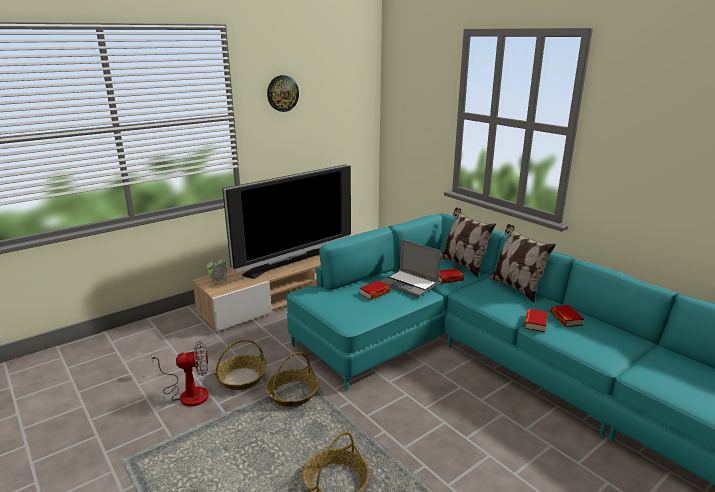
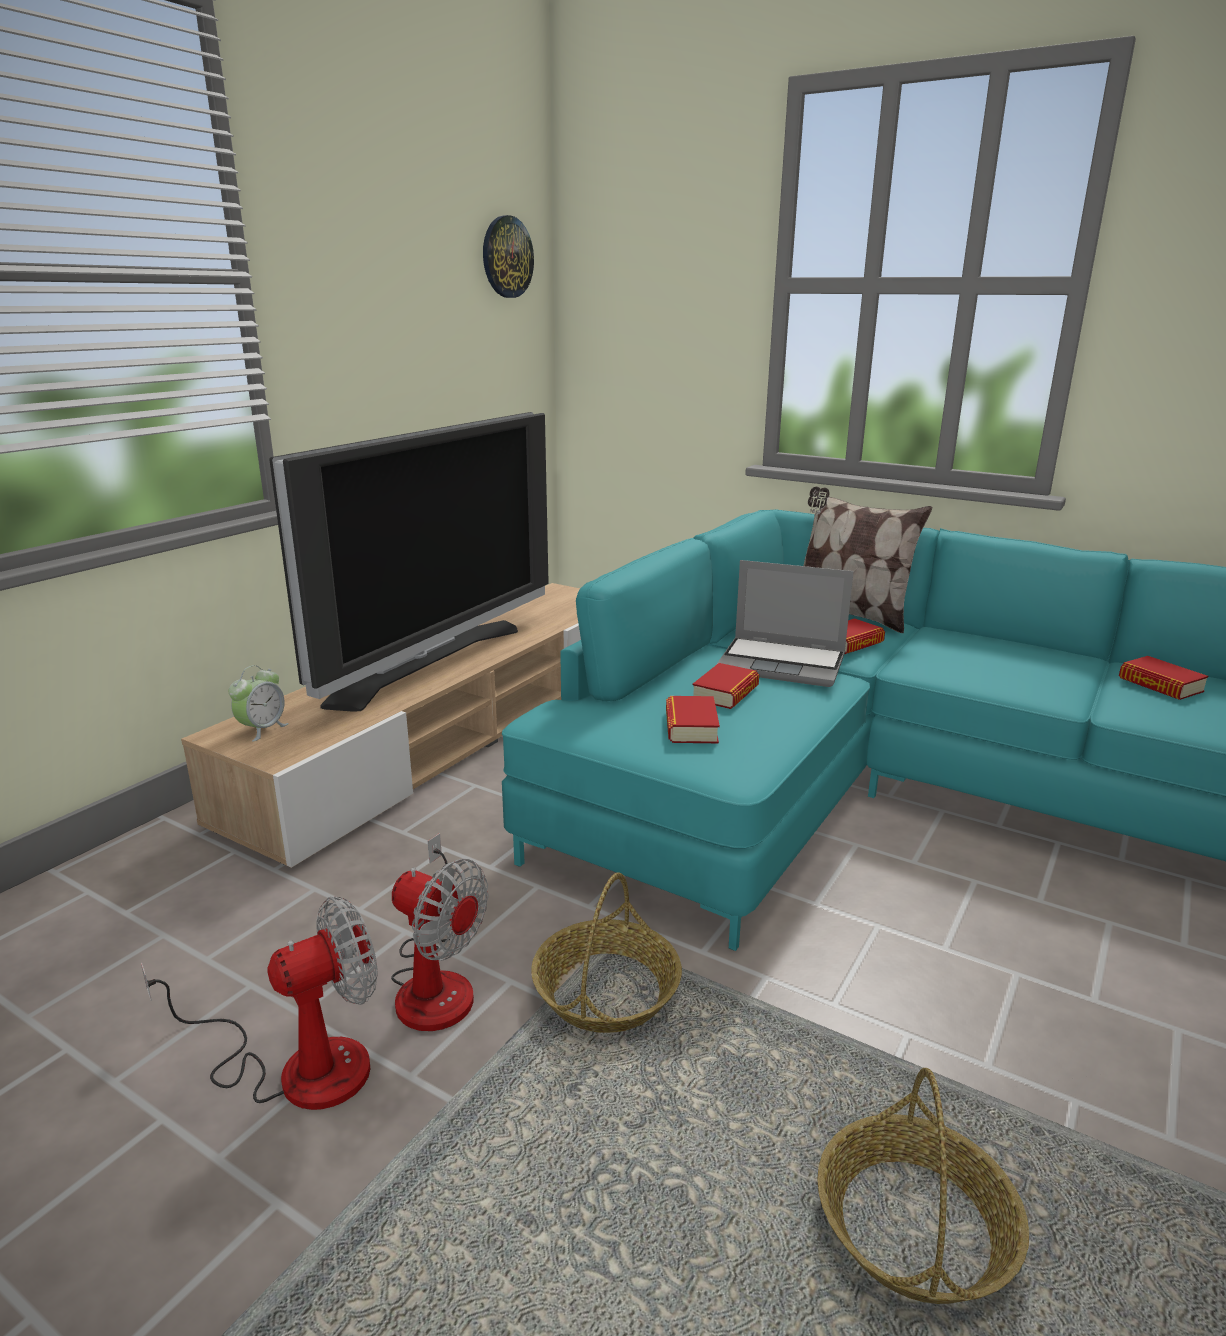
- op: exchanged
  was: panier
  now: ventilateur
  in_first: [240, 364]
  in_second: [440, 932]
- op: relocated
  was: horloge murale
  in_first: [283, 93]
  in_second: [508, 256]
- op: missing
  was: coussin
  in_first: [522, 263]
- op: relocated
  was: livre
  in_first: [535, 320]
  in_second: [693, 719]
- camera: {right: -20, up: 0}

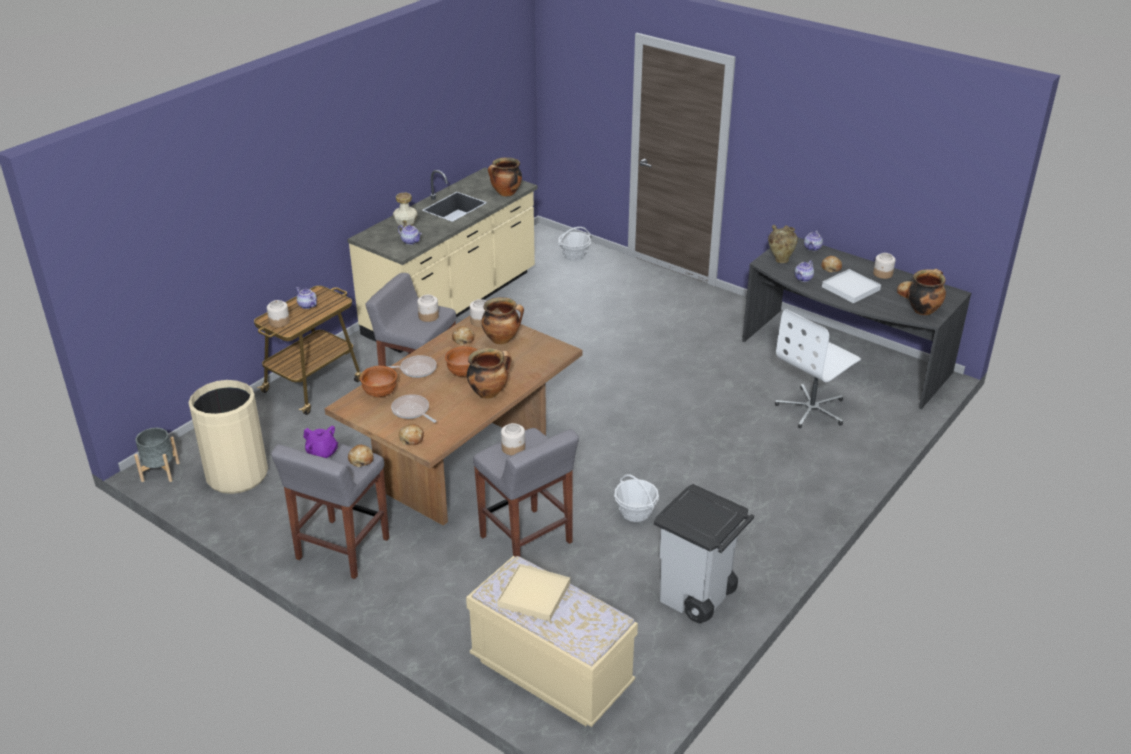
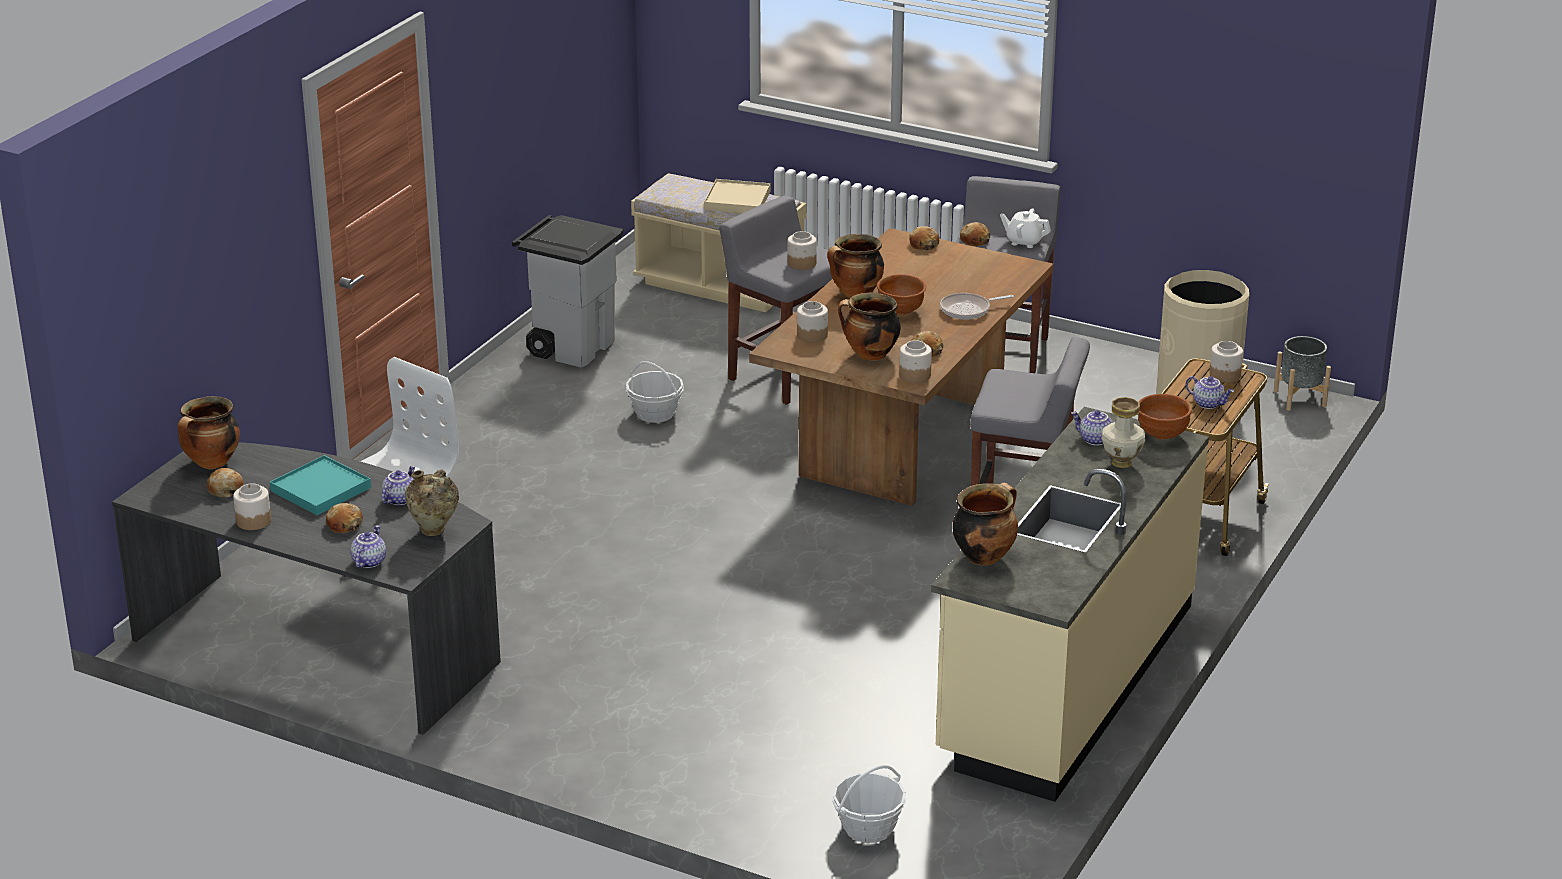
- op: colour
  was: théière/violet
  now: théière/blanc
  in_first: [321, 442]
  in_second: [1025, 228]
- op: relocated
  was: bol/marron
  in_first: [378, 381]
  in_second: [1165, 417]
- op: missing
  was: poêle
  in_first: [413, 408]
- op: relocated
  was: bocal
  in_first: [428, 308]
  in_second: [812, 321]
- op: colour
  was: plateau/blanc
  now: plateau/turquoise
  in_first: [851, 286]
  in_second: [320, 485]
- camera: {right: 170, up: -5}

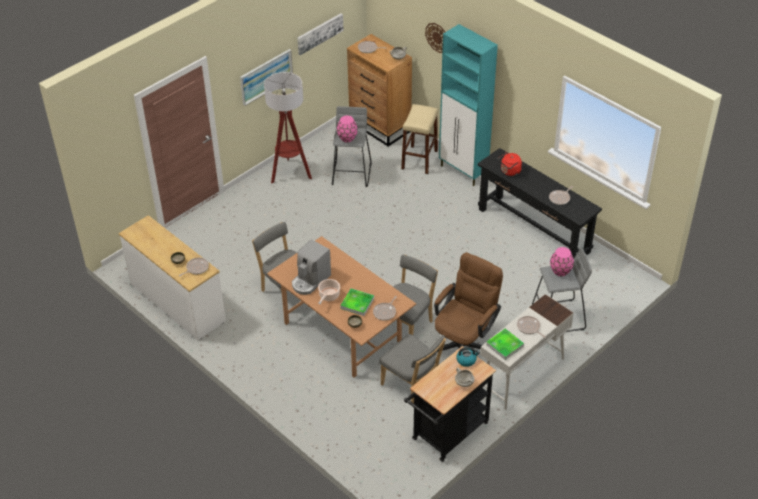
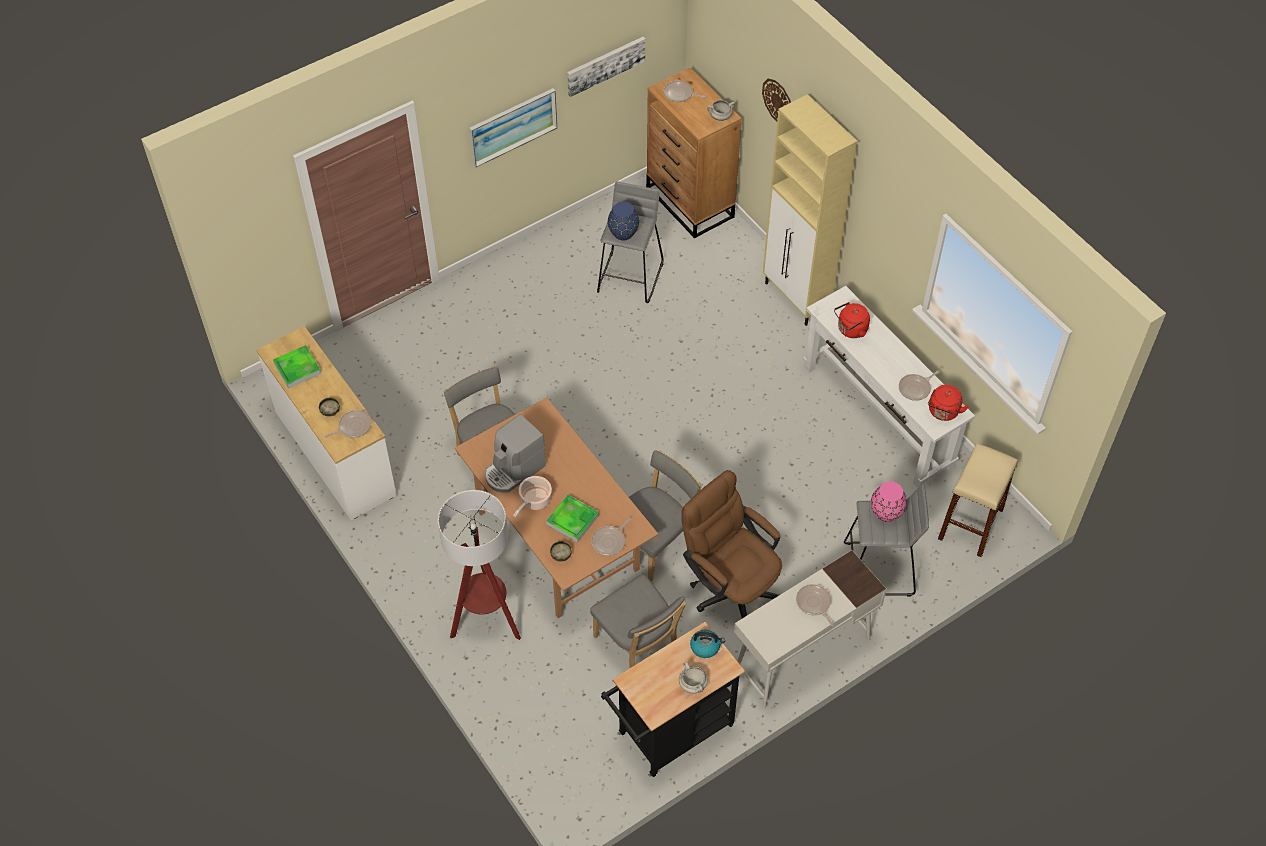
- op: relocated
  was: lampadaire
  in_first: [288, 127]
  in_second: [479, 565]
- op: colour
  was: vase/rose
  now: vase/bleu
  in_first: [347, 129]
  in_second: [623, 220]
- op: relocated
  was: tabouret/beige
  in_first: [419, 139]
  in_second: [978, 500]
- op: spun
  was: chaise de bureau/marron
  in_first: [468, 303]
  in_second: [731, 544]
  clockwise: -90
- op: colour
  was: meuble de rangement/turquoise
  now: meuble de rangement/beige
  in_first: [468, 105]
  in_second: [810, 210]
- op: colour
  was: table console/noir
  now: table console/blanc
  in_first: [540, 203]
  in_second: [889, 387]
- op: relocated
  was: plateau
  in_first: [505, 344]
  in_second: [297, 367]
- op: appeared
  now: bouilloire/rouge
  in_second: [948, 403]
- camera: {right: 10, up: 10}

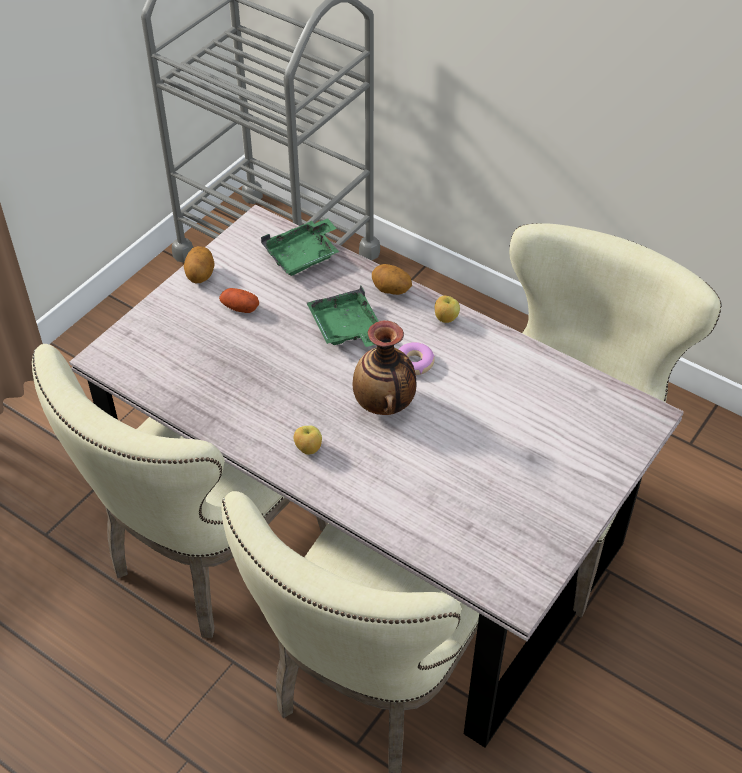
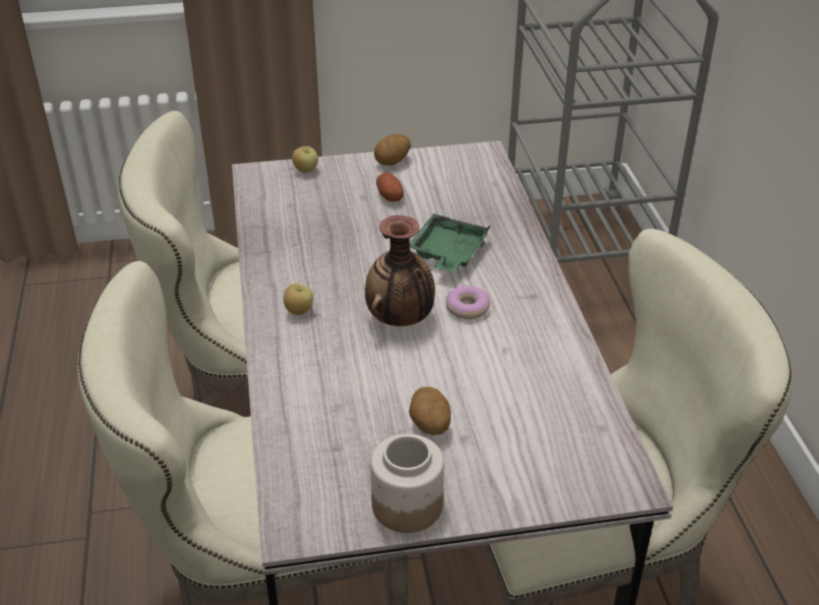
- op: missing
  was: plateau/vert
  in_first: [300, 247]
- op: relocated
  was: pomme de terre
  in_first: [392, 279]
  in_second: [430, 411]
- op: relocated
  was: pomme
  in_first: [447, 309]
  in_second: [305, 159]
- op: appeared
  now: bocal
  in_second: [407, 483]
- camera: {right: 45, up: -10}

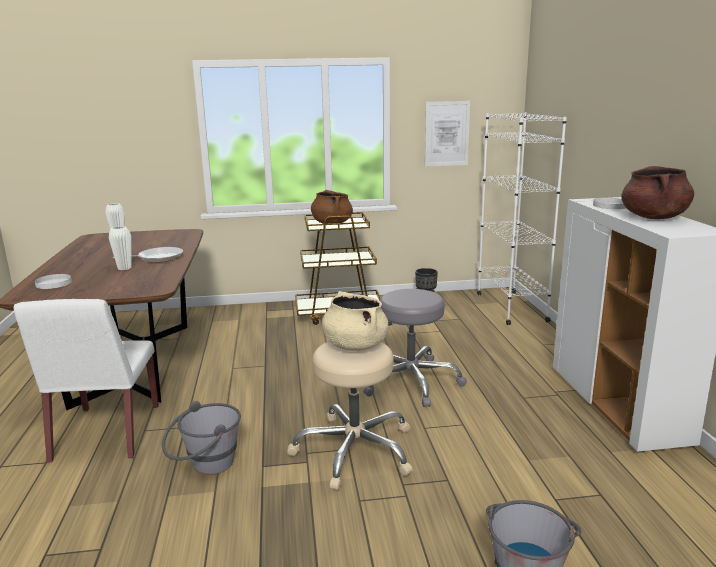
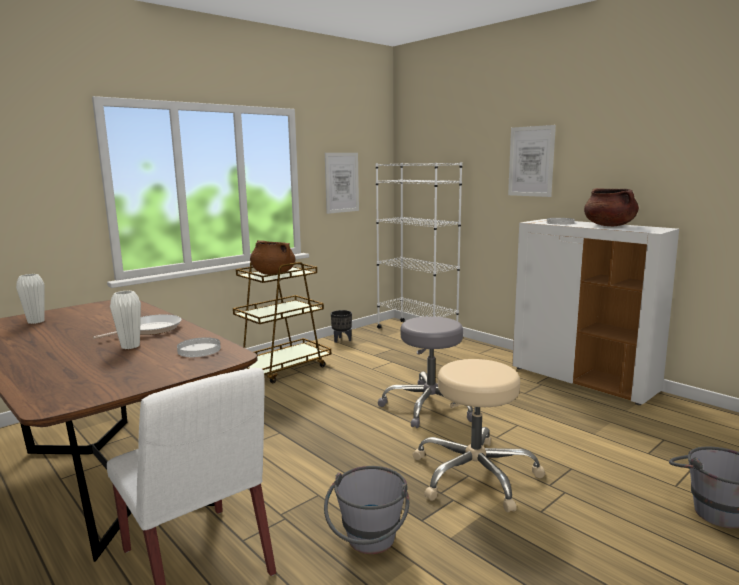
- op: relocated
  was: assiette/blanc
  in_first: [53, 281]
  in_second: [199, 347]
- op: missing
  was: marmite/beige
  in_first: [355, 321]
- op: appeared
  now: tableau
  in_second: [532, 161]
- camera: {right: -35, up: -5}

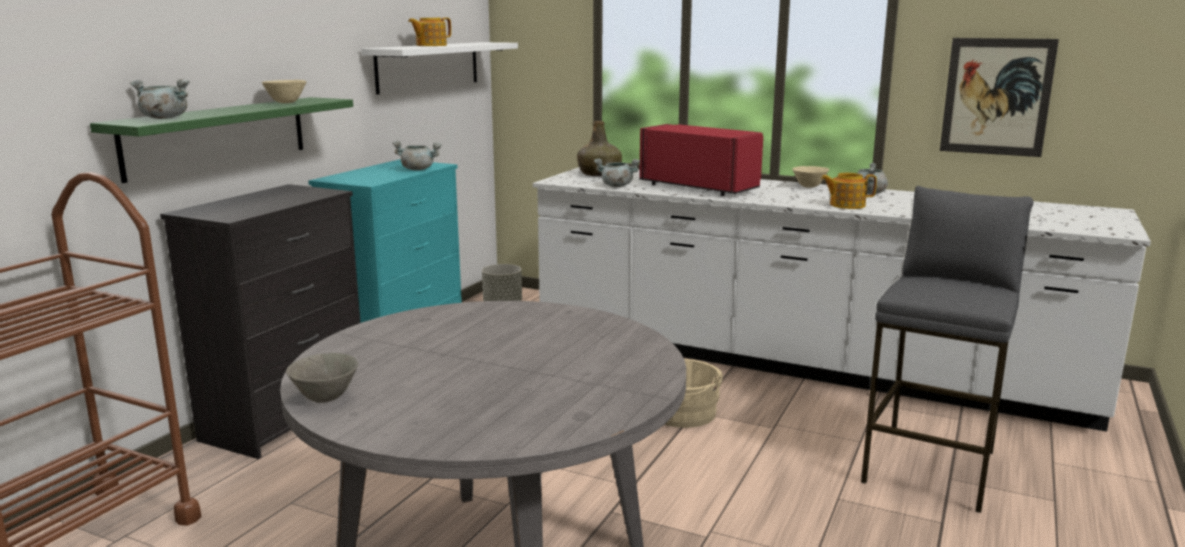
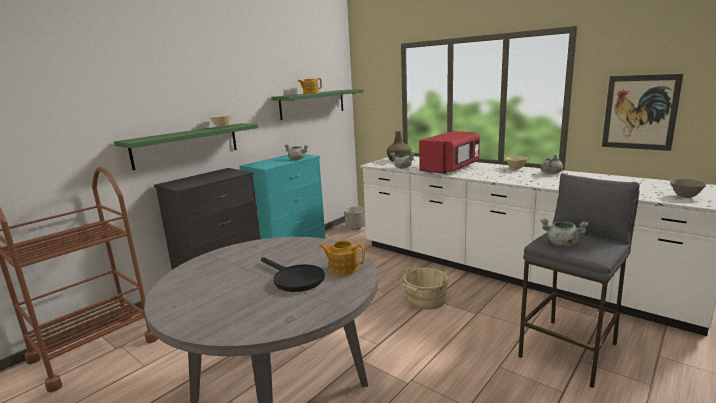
- op: relocated
  was: marmite/gris
  in_first: [160, 99]
  in_second: [564, 232]
- op: relocated
  was: bol/gris
  in_first: [322, 378]
  in_second: [688, 188]
- op: colour
  was: étagère/blanc
  now: étagère/vert
  in_first: [440, 68]
  in_second: [317, 104]
- op: spun
  was: micro-ondes/rouge
  in_first: [701, 160]
  in_second: [449, 152]
  clockwise: 75
- op: relocated
  was: théière
  in_first: [849, 191]
  in_second: [342, 258]
- op: appeared
  now: poêle/noir
  in_second: [293, 274]
- camera: {right: 15, up: 0}

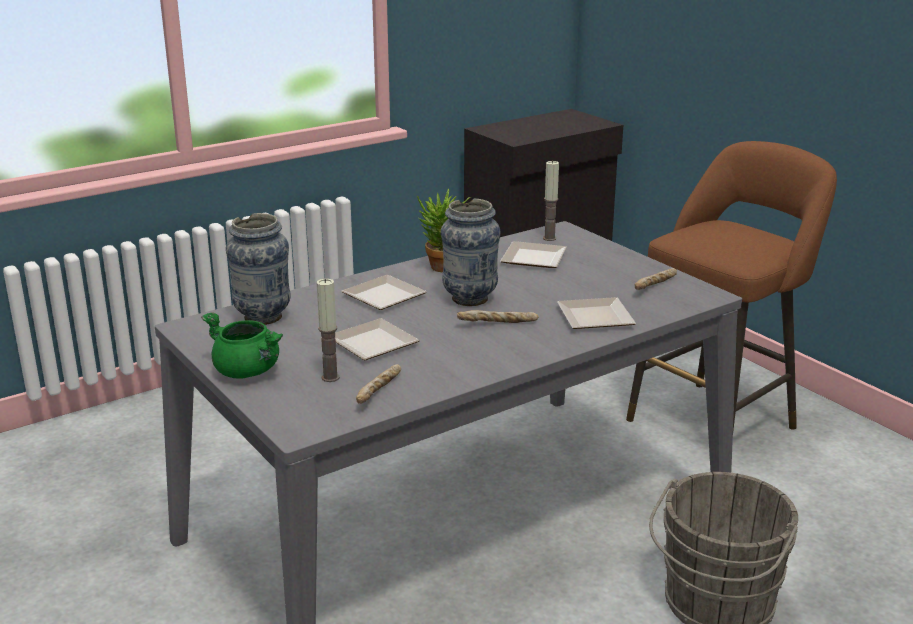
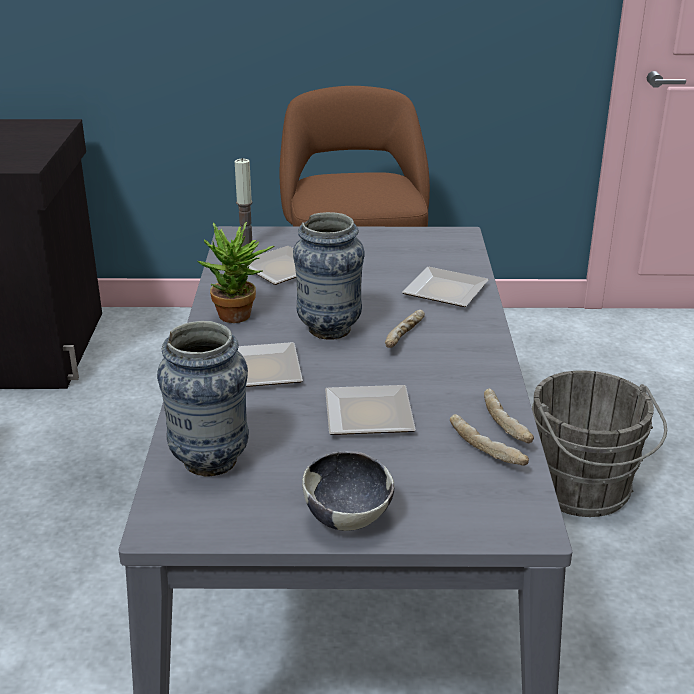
- op: exchanged
  was: marmite/vert
  now: bol
  in_first: [242, 345]
  in_second: [348, 491]
- op: missing
  was: bougie
  in_first: [328, 330]
- op: relocated
  was: pain
  in_first: [656, 279]
  in_second: [509, 416]
- camera: {right: -55, up: 5}

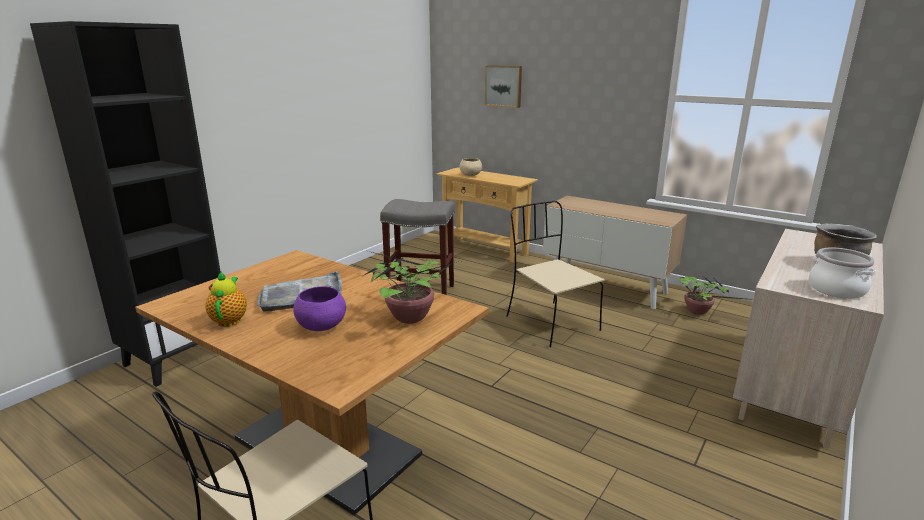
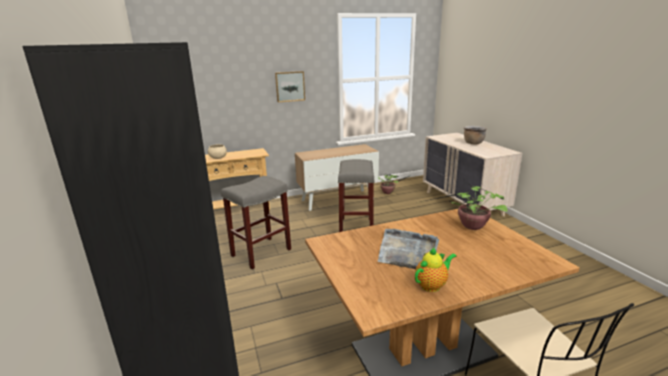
- op: spun
  was: théière
  in_first: [226, 299]
  in_second: [436, 269]
  clockwise: 120
- op: missing
  was: bol/violet
  in_first: [319, 308]
- op: relocated
  was: tableau
  in_first: [503, 86]
  in_second: [290, 86]
- op: exchanged
  was: chaise/beige
  now: tabouret/gris
  in_first: [555, 274]
  in_second: [356, 195]
- op: missing
  was: marmite
  in_first: [842, 273]
- camera: {right: -55, up: 0}

